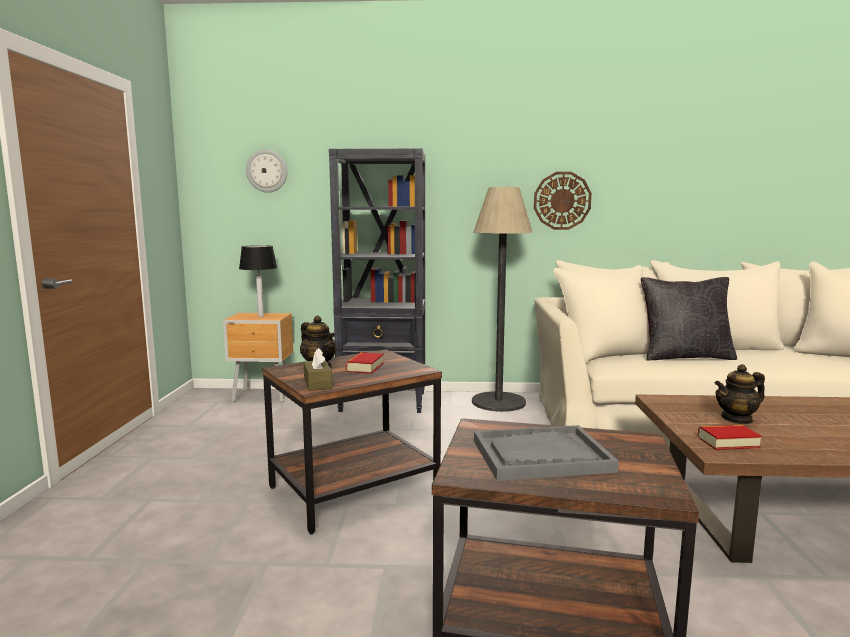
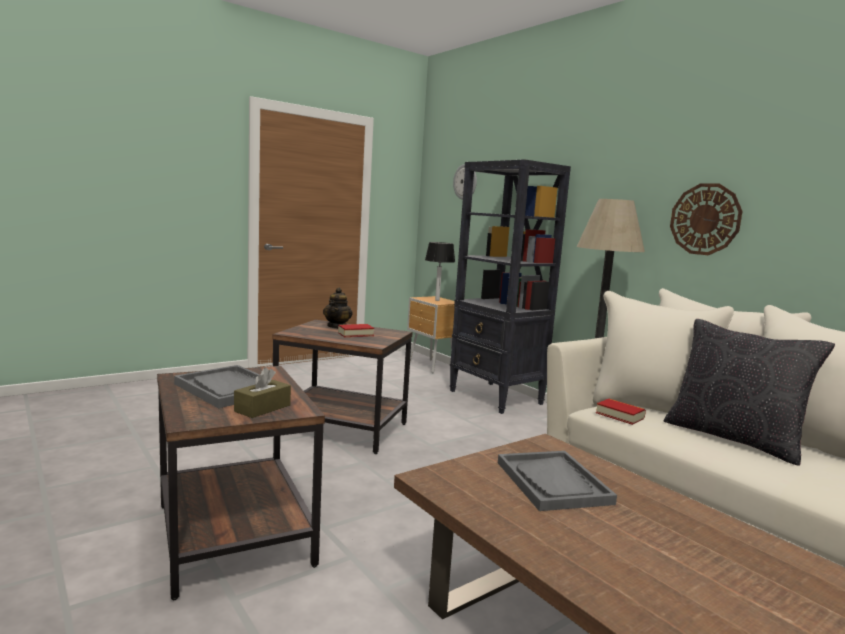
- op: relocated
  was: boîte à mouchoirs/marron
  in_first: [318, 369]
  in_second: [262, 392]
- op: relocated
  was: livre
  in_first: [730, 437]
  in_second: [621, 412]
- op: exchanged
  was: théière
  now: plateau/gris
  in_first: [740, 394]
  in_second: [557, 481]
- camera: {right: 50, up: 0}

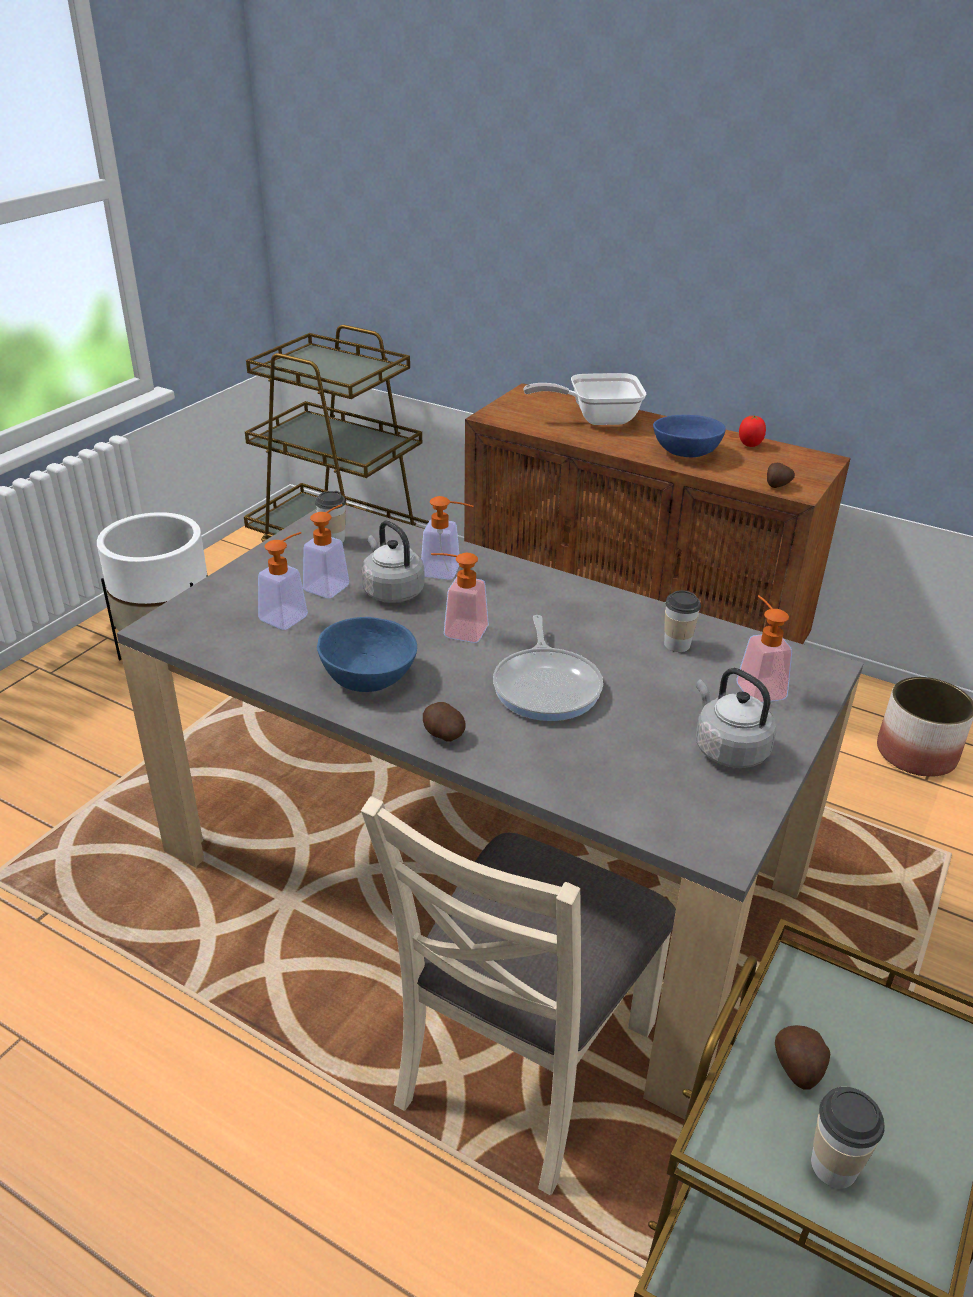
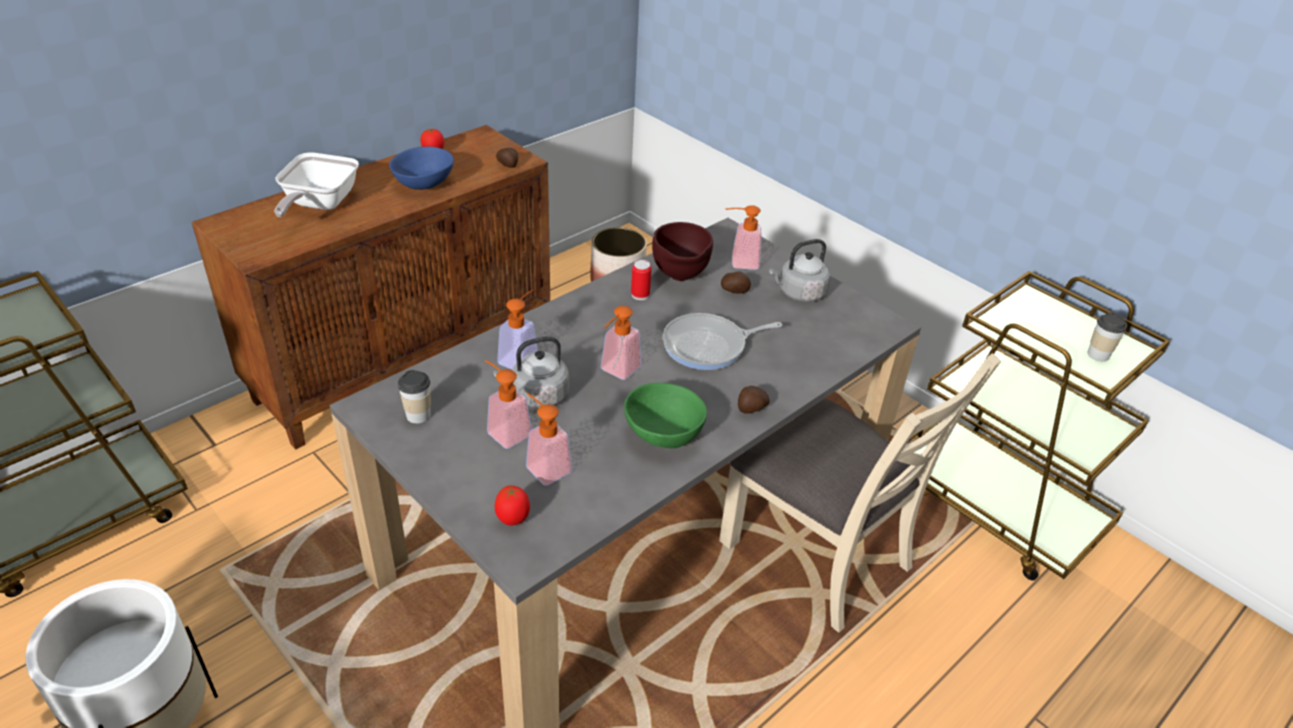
- op: colour
  was: bol/bleu
  now: bol/vert
  in_first: [367, 654]
  in_second: [665, 415]
- op: spun
  was: poêle
  in_first: [548, 668]
  in_second: [722, 341]
  clockwise: 150
- op: exchanged
  was: tasse
  now: bol/marron
  in_first: [682, 621]
  in_second: [682, 251]
- op: relocated
  was: pomme de terre
  in_first: [802, 1057]
  in_second: [736, 282]
- op: appeared
  now: tomate
  in_second: [512, 506]
- op: appeared
  now: boîte métallique
  in_second: [641, 280]
- camera: {right: -75, up: 5}

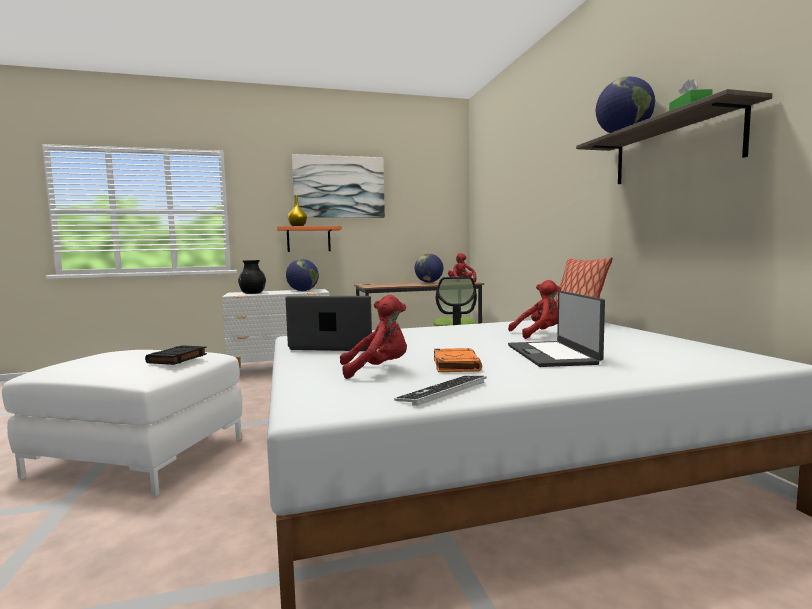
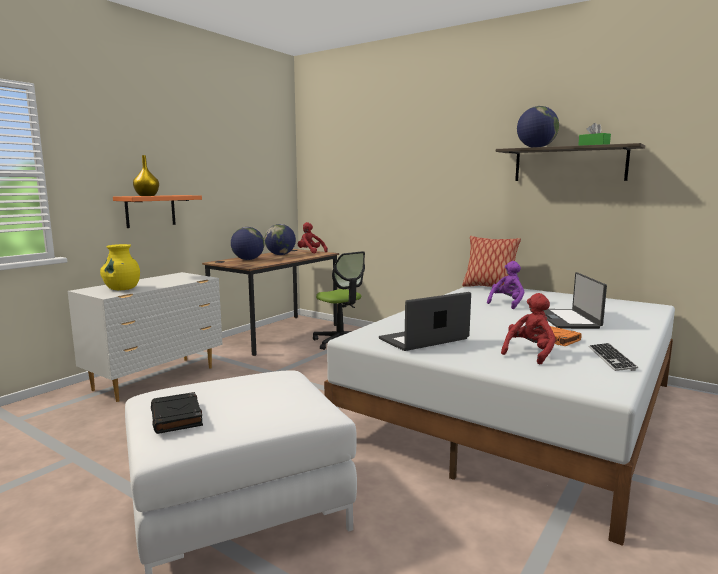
- op: relocated
  was: livre/noir
  in_first: [176, 355]
  in_second: [177, 413]
- op: colour
  was: vase/noir
  now: vase/jaune
  in_first: [252, 277]
  in_second: [120, 267]
- op: relocated
  was: globe
  in_first: [302, 275]
  in_second: [247, 243]
- op: missing
  was: tableau
  in_first: [338, 186]
- op: colour
  was: peluche/rouge
  now: peluche/violet
  in_first: [534, 309]
  in_second: [506, 285]
- op: spun
  was: ordinateur portable
  in_first: [556, 329]
  in_second: [576, 300]
  clockwise: 45
- camera: {right: -40, up: 5}

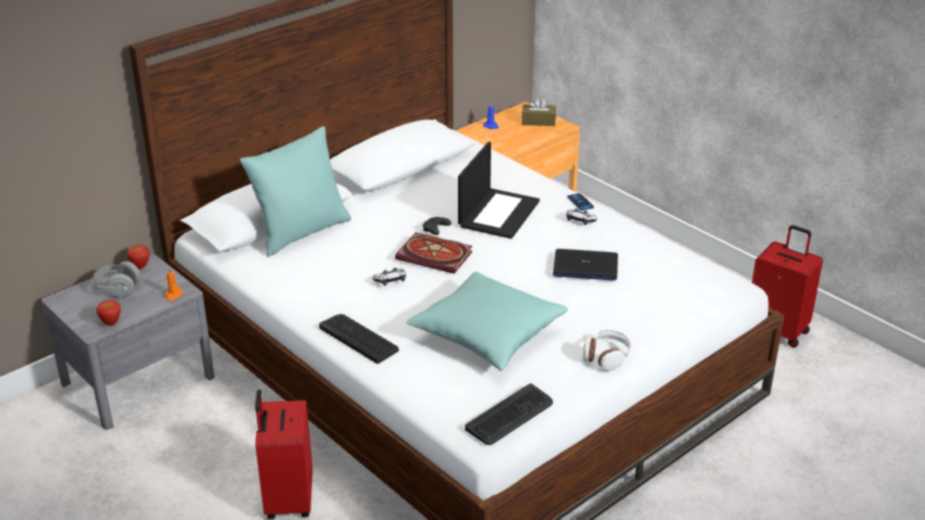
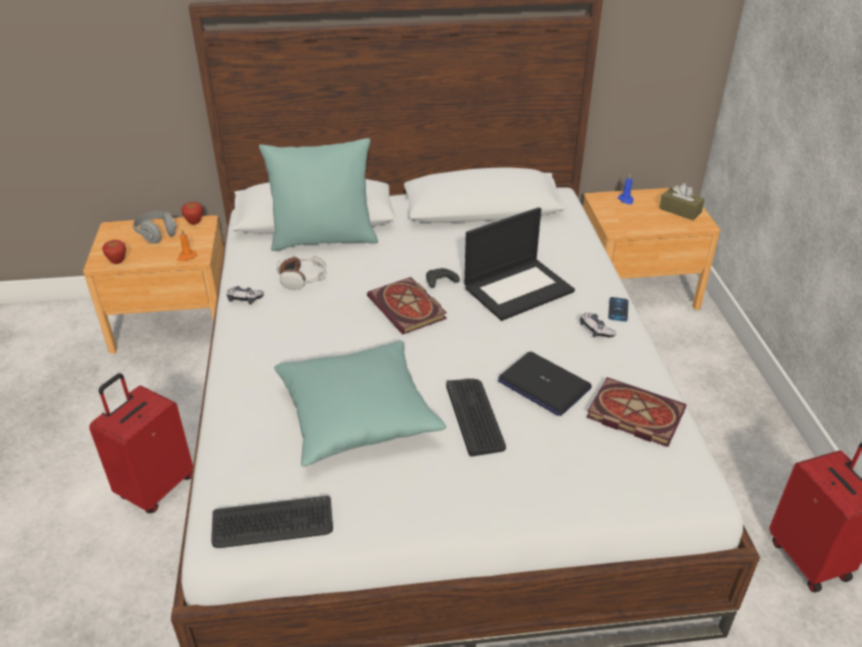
- op: colour
  was: table de chevet/gris
  now: table de chevet/marron
  in_first: [128, 342]
  in_second: [153, 284]
- op: relocated
  was: clavier
  in_first: [359, 339]
  in_second: [476, 418]
- op: relocated
  was: manette
  in_first: [389, 277]
  in_second: [245, 295]
- op: relocated
  was: casque audio
  in_first: [607, 350]
  in_second: [302, 272]
- op: appeared
  now: livre
  in_second: [636, 412]
- camera: {right: 35, up: 5}

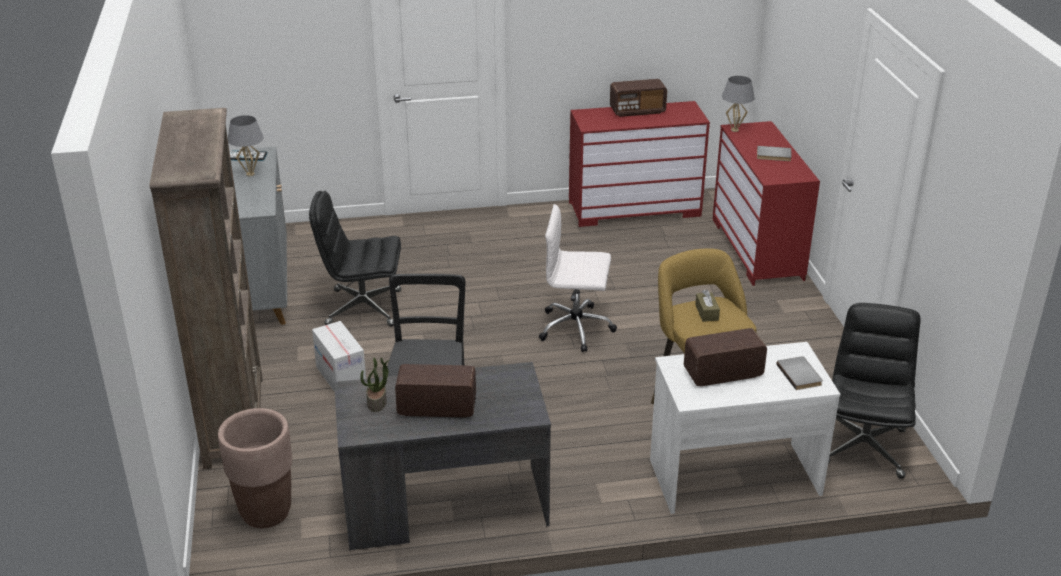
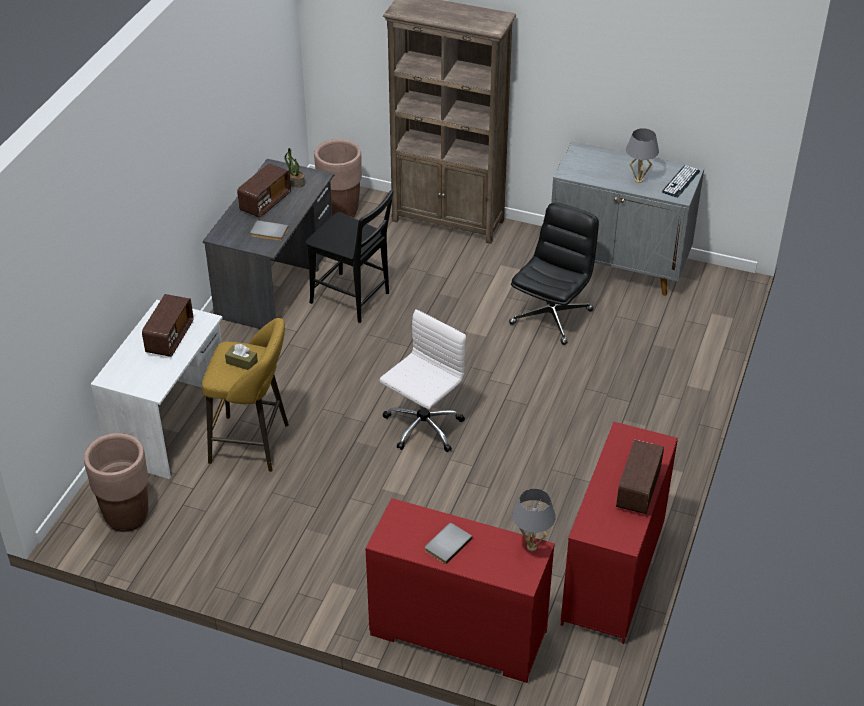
- op: missing
  was: carton
  in_first: [339, 356]
- op: relocated
  was: livre/gris
  in_first: [800, 373]
  in_second: [269, 230]
- op: exchanged
  was: chaise de bureau/noir
  now: cache-pot/marron
  in_first: [874, 391]
  in_second: [116, 482]
- camera: {right: 120, up: 10}

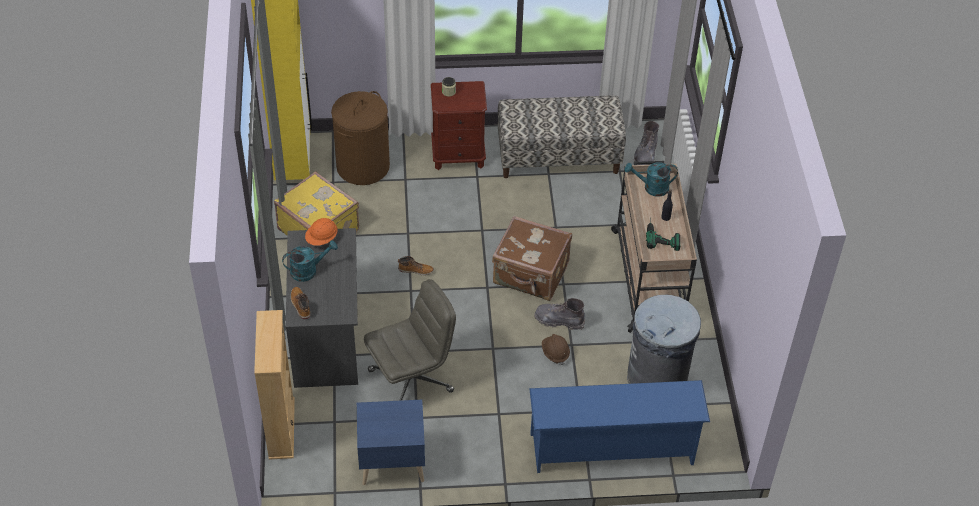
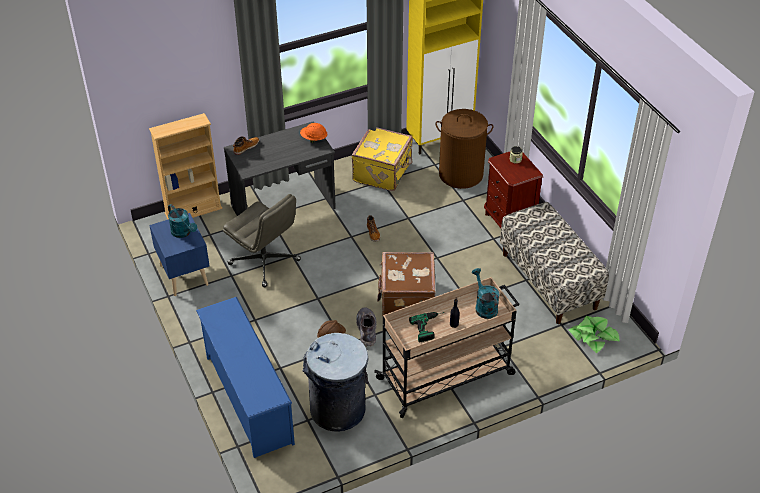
- op: relocated
  was: arrosoir/turquoise
  in_first: [310, 261]
  in_second: [182, 221]
- op: exchanged
  was: botte/gris
  now: plante en pot
  in_first: [646, 143]
  in_second: [594, 335]
- camera: {right: 70, up: -5}

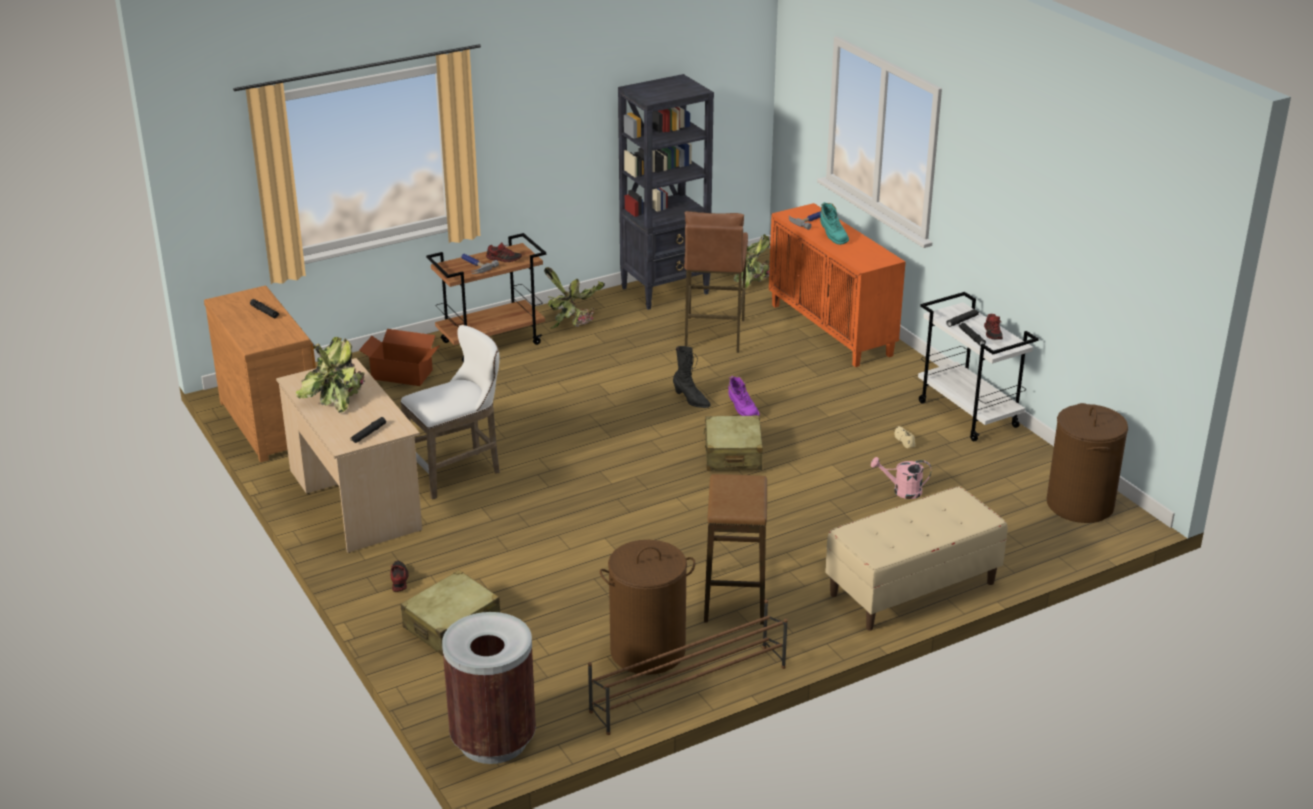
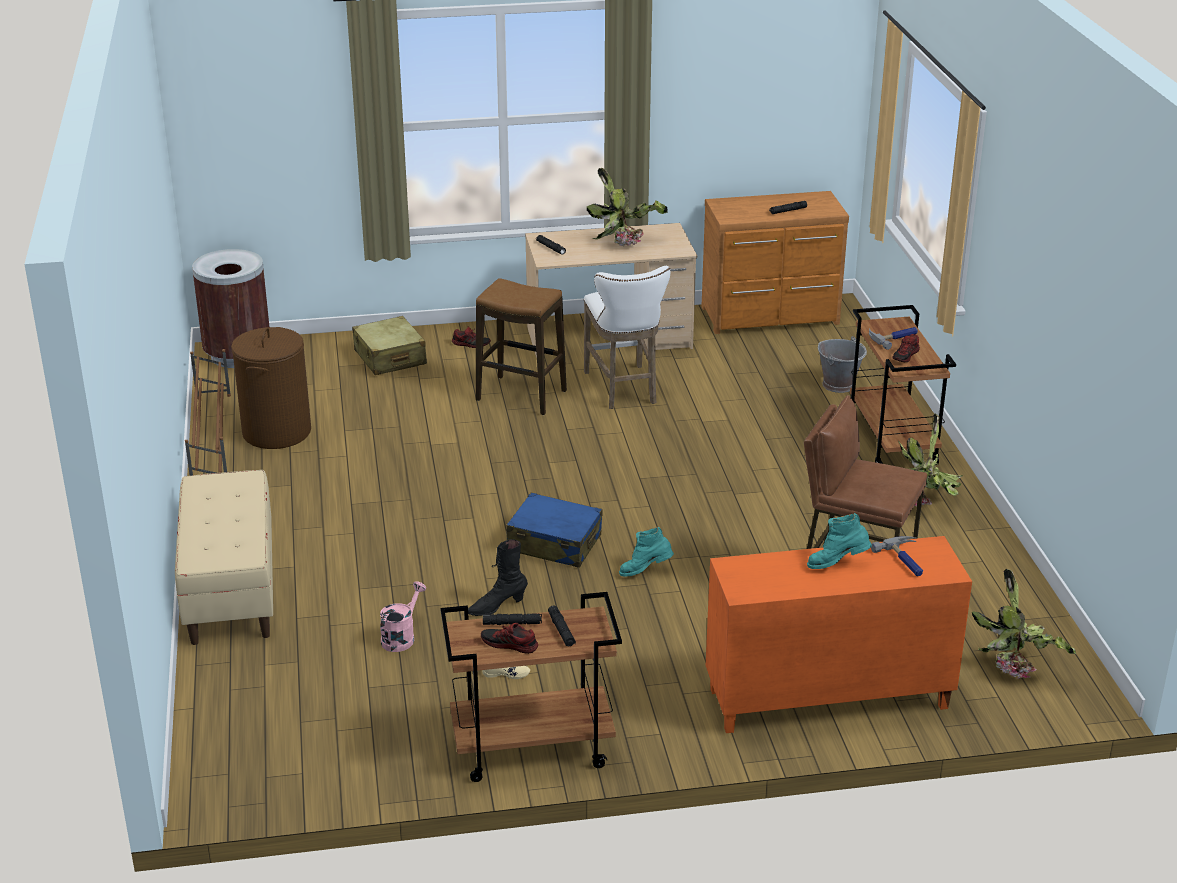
- op: exchanged
  was: carton
  now: seau/gris
  in_first: [399, 357]
  in_second: [842, 364]
- op: missing
  was: bibliothèque/noir
  in_first: [666, 192]
- op: relocated
  was: botte/noir
  in_first: [692, 377]
  in_second: [498, 577]
- op: colour
  was: valise/beige
  now: valise/bleu
  in_first: [733, 443]
  in_second: [554, 530]
- op: relocated
  was: tabouret
  in_first: [735, 549]
  in_second: [521, 346]
- op: colour
  was: botte/violet
  now: botte/turquoise
  in_first: [744, 396]
  in_second: [646, 551]
- op: colour
  was: chariot/blanc
  now: chariot/marron
  in_first: [978, 367]
  in_second: [531, 687]
- op: missing
  was: panier à linge/marron
  in_first: [1087, 463]
- camera: {right: 110, up: 0}

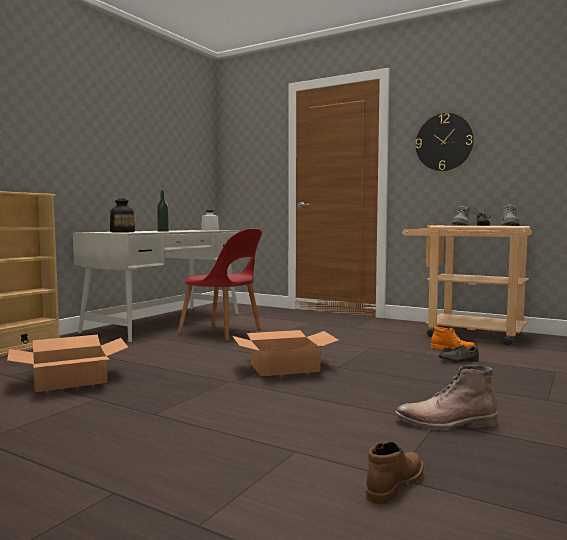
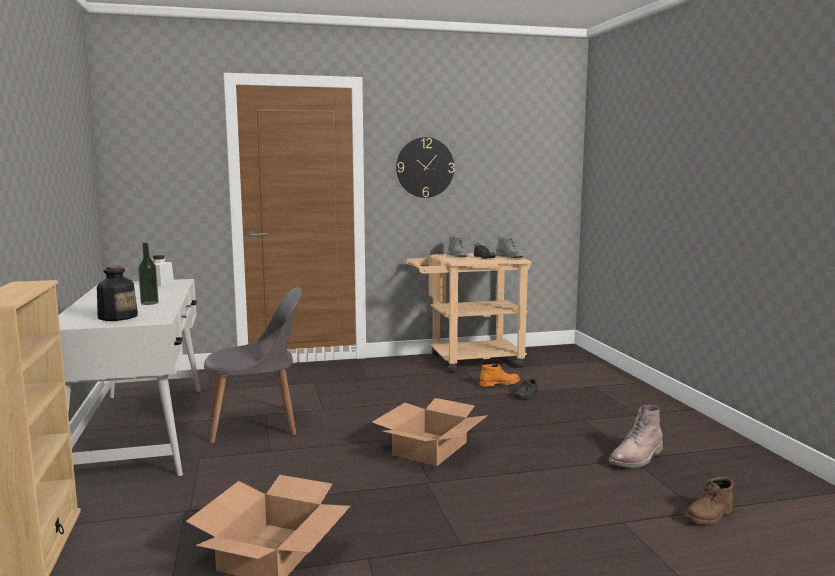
- op: colour
  was: chaise/rouge
  now: chaise/gris
  in_first: [219, 284]
  in_second: [253, 365]
- op: spun
  was: botte/marron
  in_first: [395, 472]
  in_second: [708, 501]
  clockwise: -120
- camera: {right: -45, up: 5}

